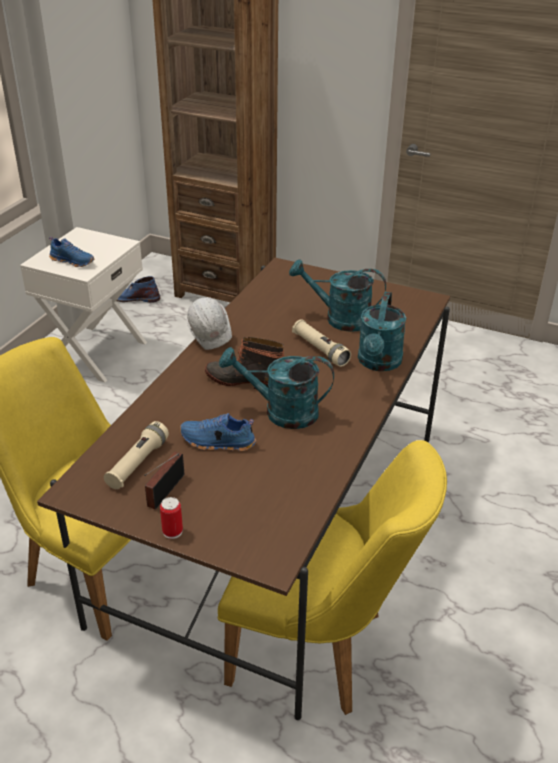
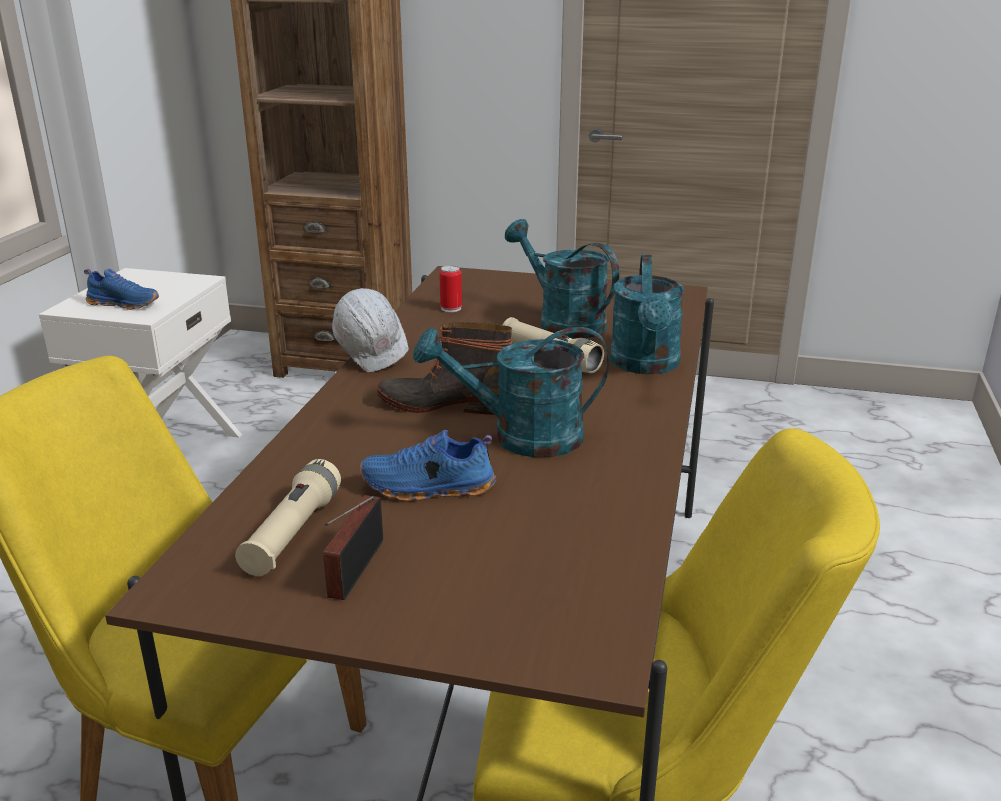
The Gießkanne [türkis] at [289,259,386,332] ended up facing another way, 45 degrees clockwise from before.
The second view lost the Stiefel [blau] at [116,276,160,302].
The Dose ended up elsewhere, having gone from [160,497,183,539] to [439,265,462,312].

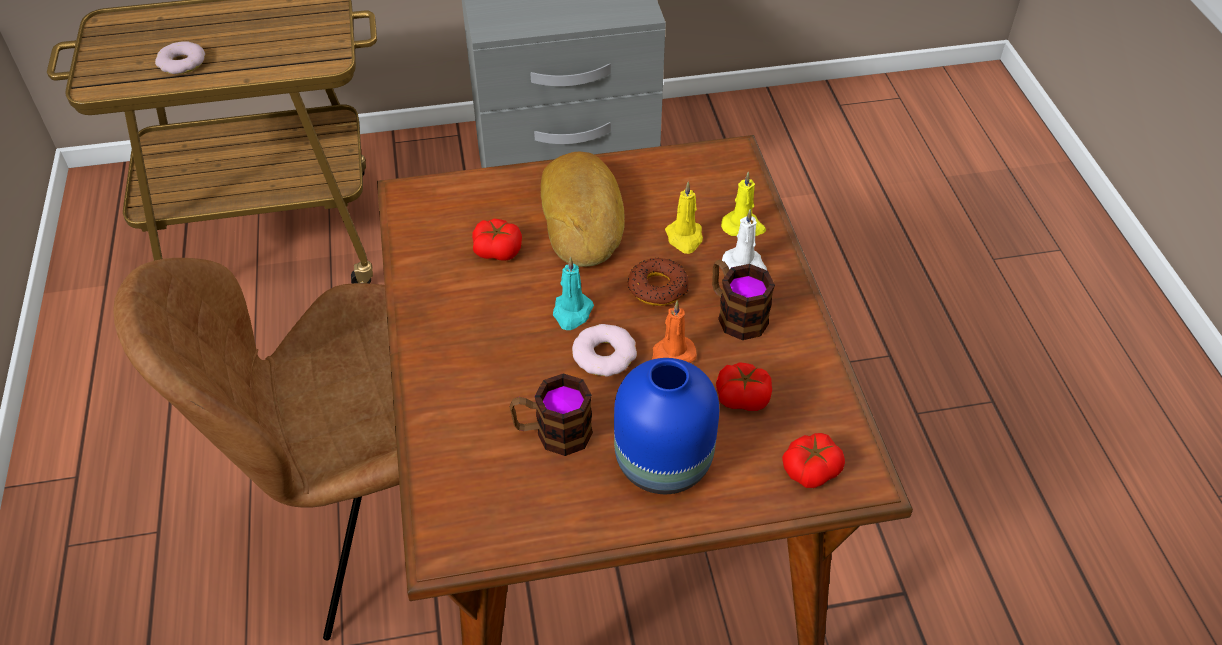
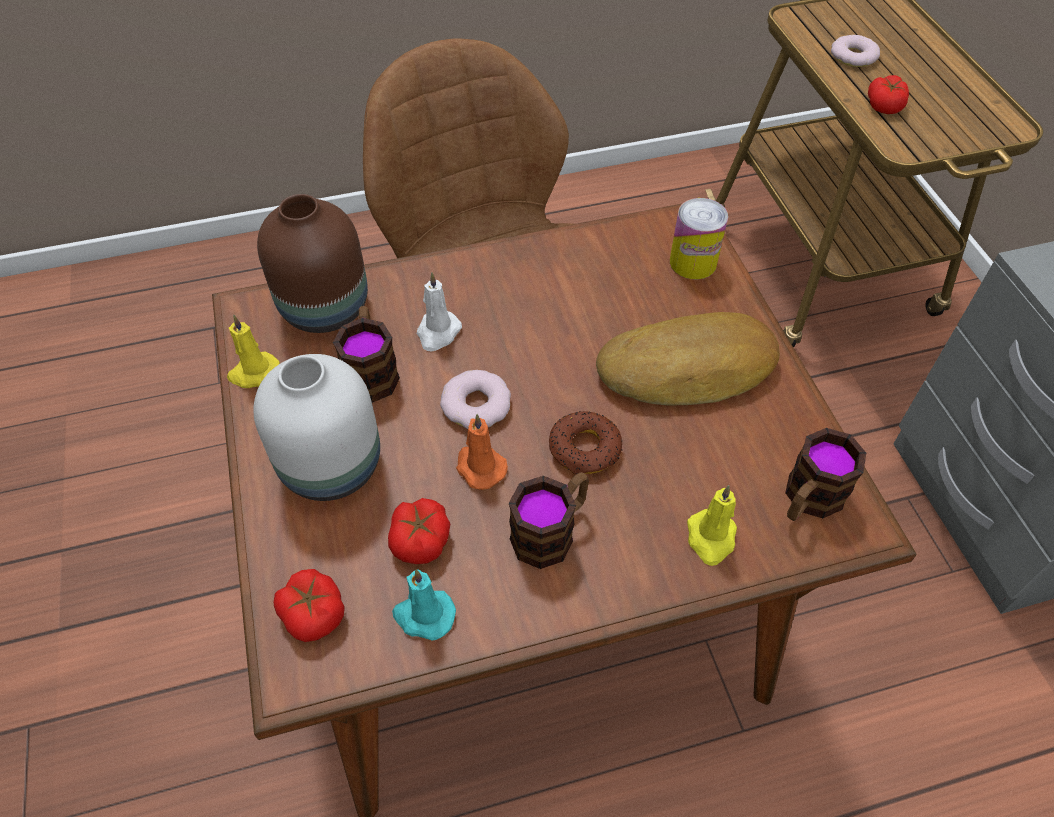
The Kerze [gelb] ended up elsewhere, having gone from [665,182,703,254] to [227,314,280,388].
The Kerze [weiß] ended up elsewhere, having gone from [722,209,767,270] to [417,272,462,351].
The Tomate ended up elsewhere, having gone from [472,219,522,260] to [868,75,909,114].
The Kerze [türkis] ended up elsewhere, having gone from [553,256,594,330] to [392,569,456,640].
What was the Vase [blau] at [614,358,719,494] turned into the Vase [weiß] at [253,354,380,501].
The second view gained the Vase [braun] at [257,194,368,333].
The second view gained the Dose at [670,198,728,279].
The second view gained the Henkelbecher at [785,428,866,521].

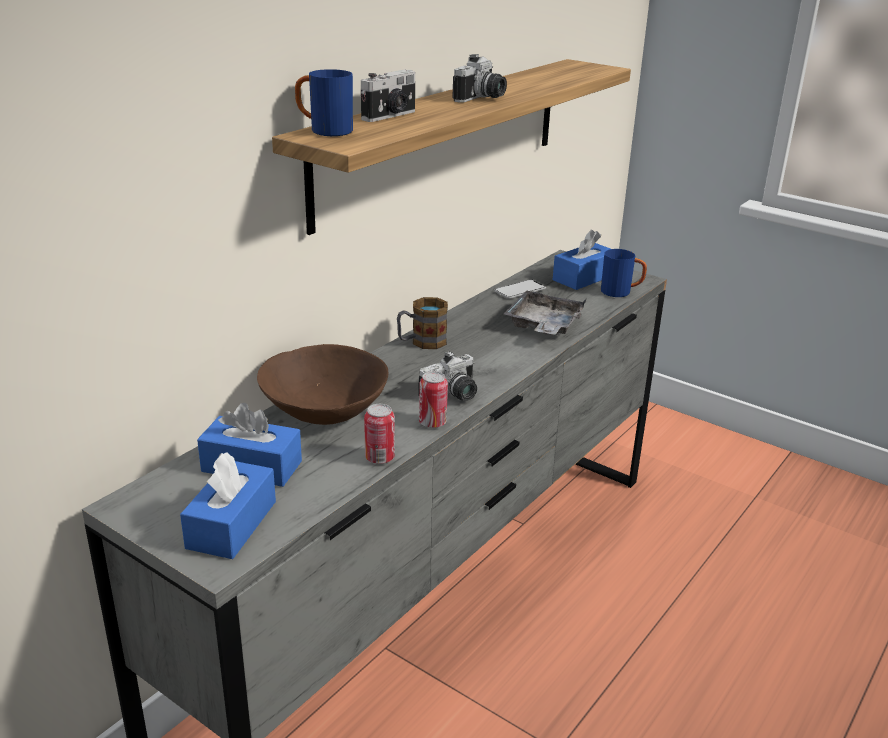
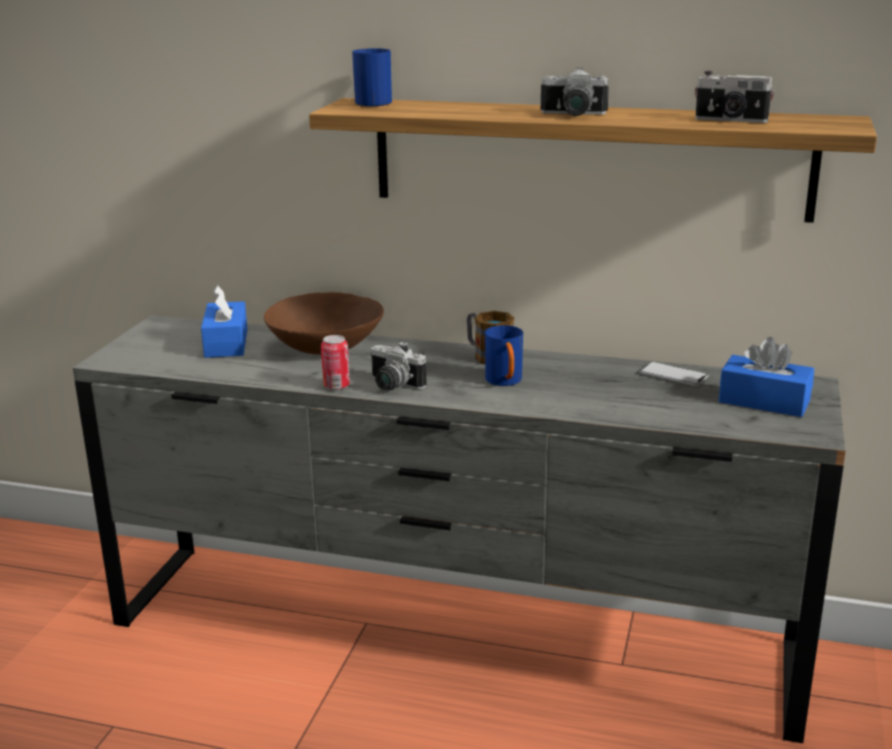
The Kamera ended up elsewhere, having gone from [361,69,415,122] to [695,71,774,123].
The Henkelbecher [blau] ended up elsewhere, having gone from [601,249,647,297] to [485,325,523,386].
The second view lost the Tablett [grau] at [504,290,587,335].
The second view lost the Dose at [364,404,395,464].
The second view lost the Taschentuchbox [blau] at [180,452,276,559].

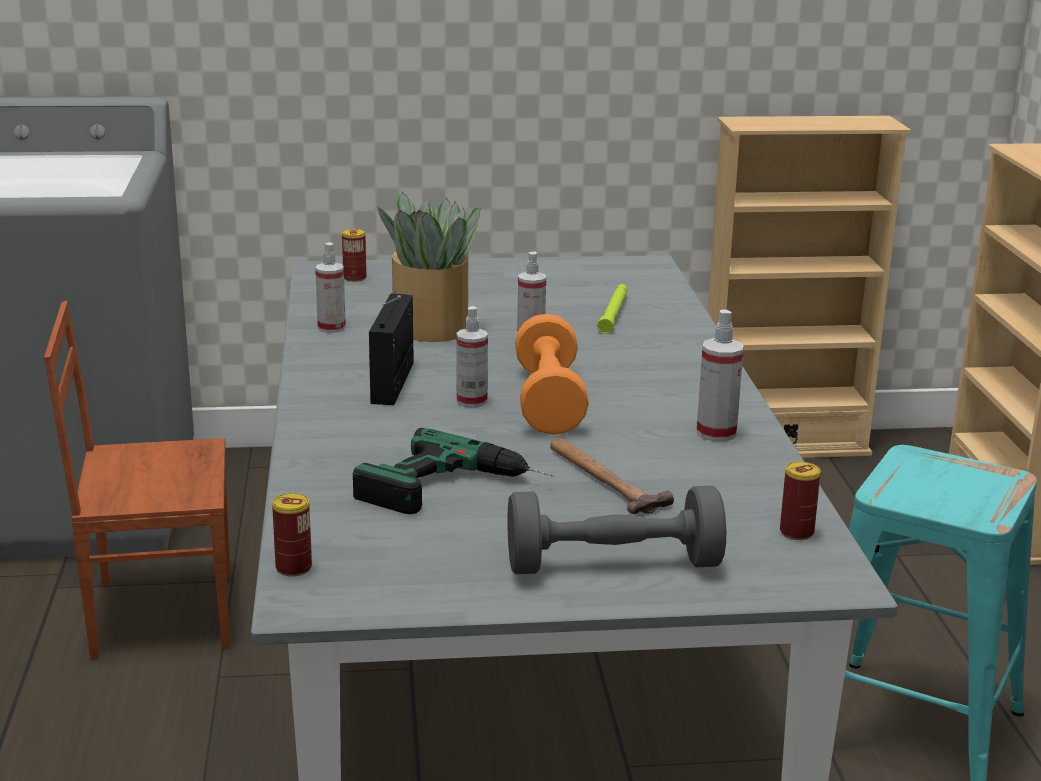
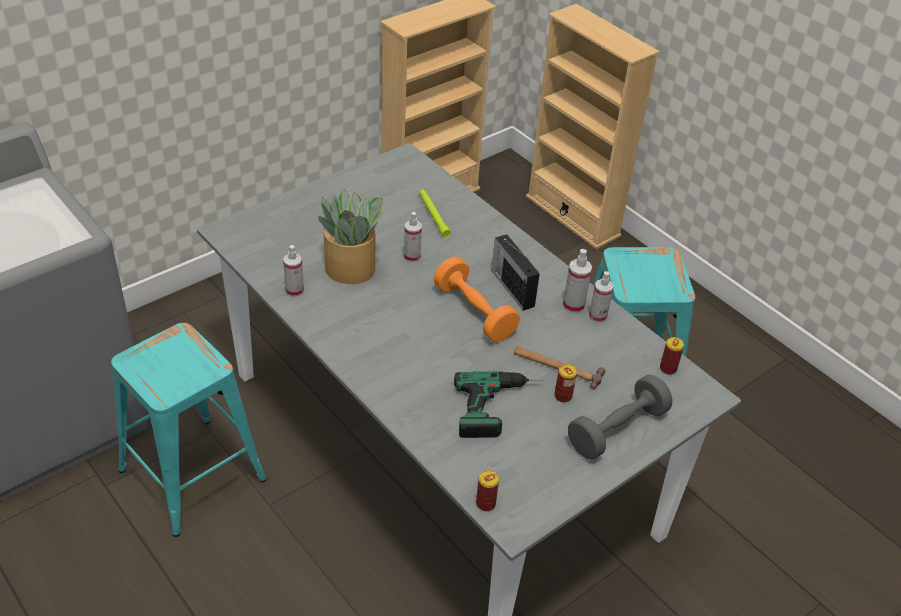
The Dose ended up elsewhere, having gone from [342,229,366,282] to [554,364,577,403].
The Radio ended up elsewhere, having gone from [369,294,414,405] to [492,234,540,311].
Where the Stuhl [braun] stood at [44,301,230,660], the Hocker [türkis] came to stand at [111,323,266,537].
The Sprühflasche ended up elsewhere, having gone from [456,306,488,408] to [589,271,614,323].

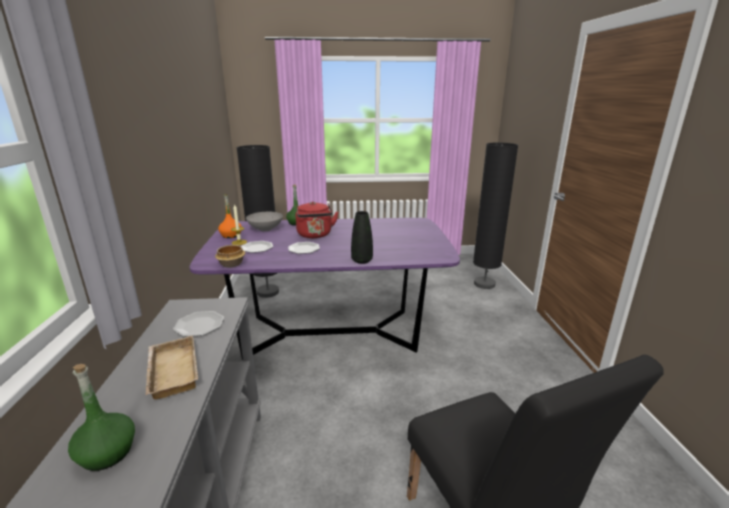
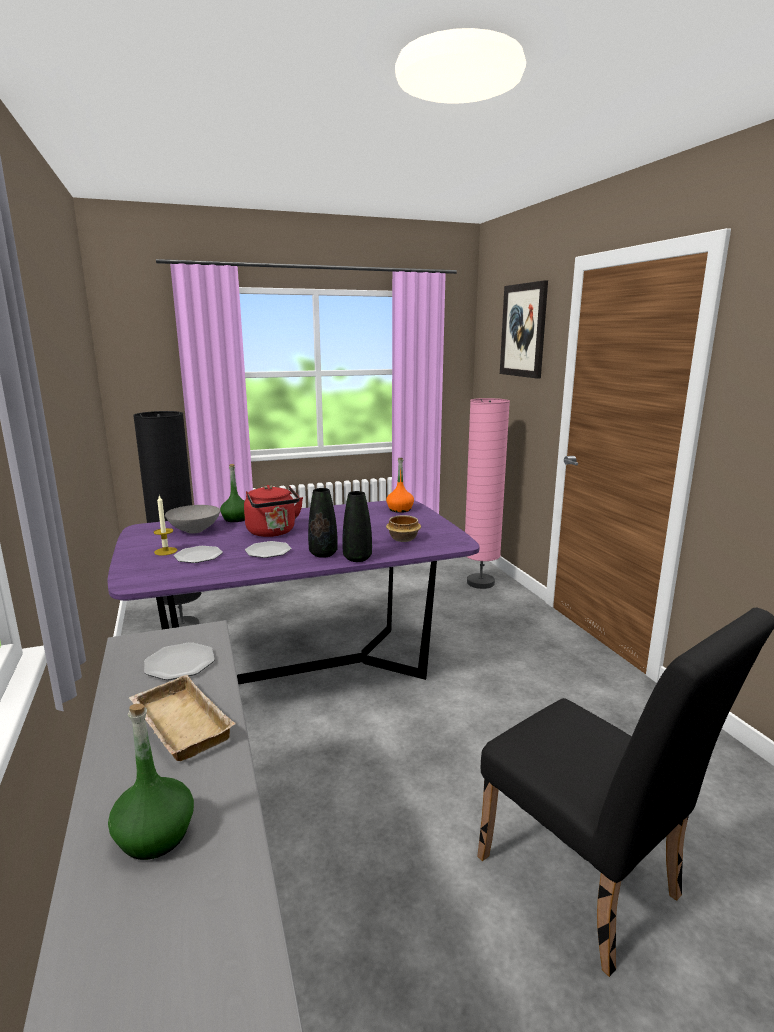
What was the Stehlampe [schwarz] at [473,143,518,289] turned into the Stehlampe [rosa] at [465,398,510,589].
The Flasche [orange] ended up elsewhere, having gone from [218,194,242,238] to [386,458,414,513].
The Schüssel ended up elsewhere, having gone from [215,245,245,268] to [386,515,421,542].
The second view gained the Bild at [500,280,548,379].
The second view gained the Vase [schwarz] at [308,488,338,558].

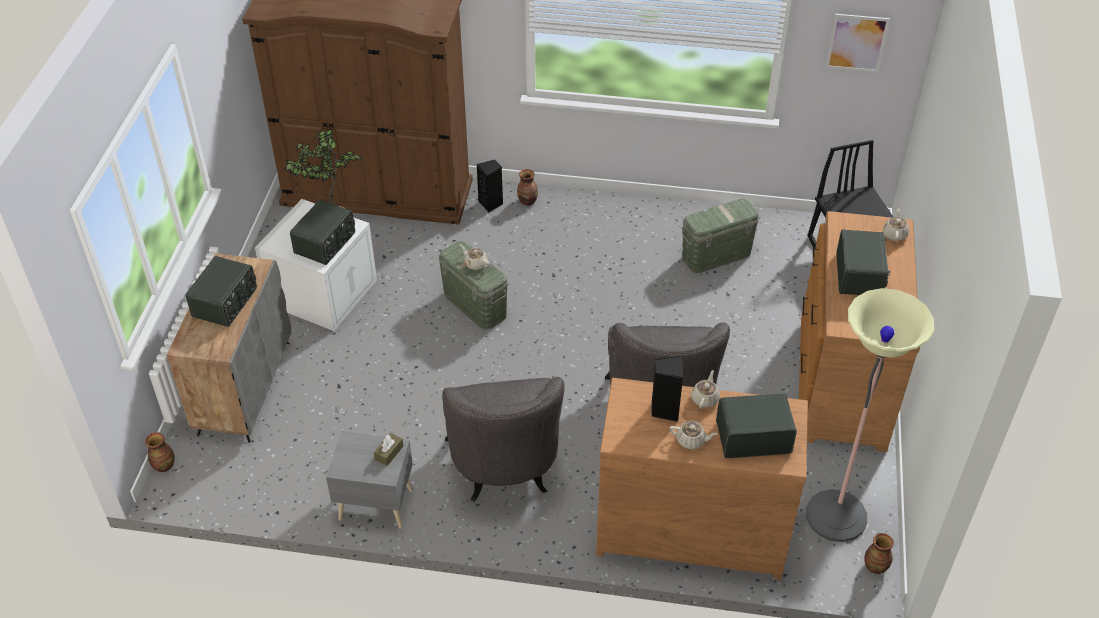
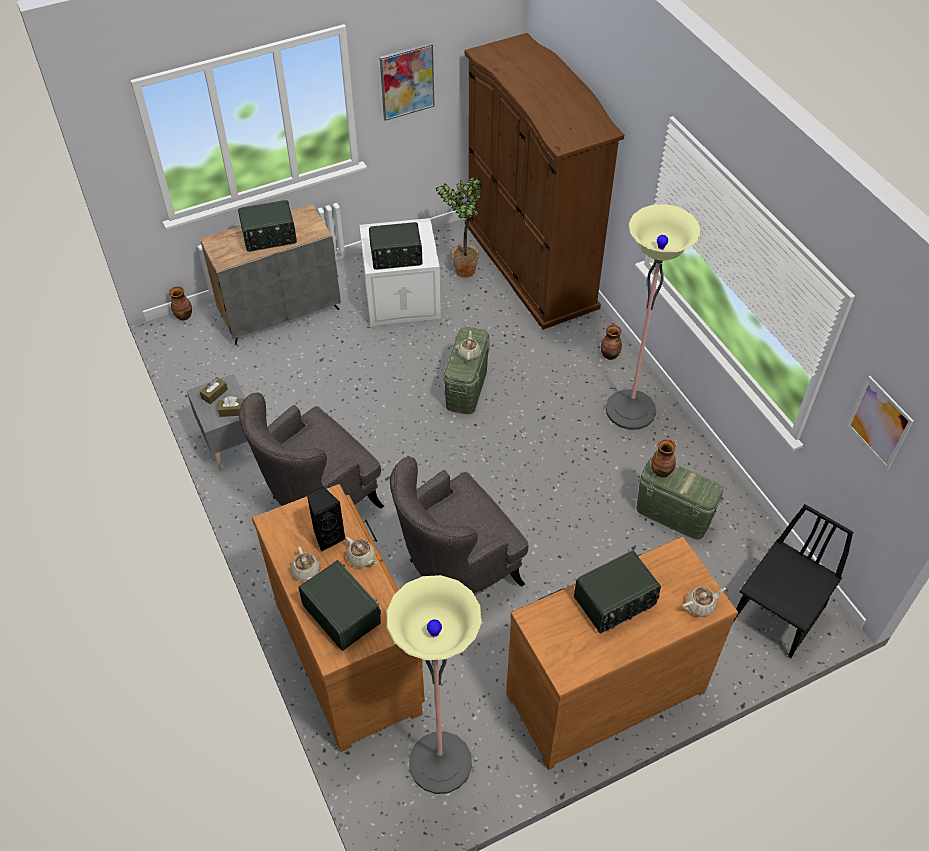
The second view lost the Lautsprecher [schwarz] at [476,160,503,213].
The Teekanne [beige] at [691,370,720,409] ended up facing another way, 60 degrees clockwise from before.
The Vase ended up elsewhere, having gone from [864,533,894,574] to [651,439,676,477].
The second view gained the Bild at [380,43,434,121].
The second view gained the Stehlampe at [606,204,701,430].
The second view gained the Taschentuchbox [braun] at [199,377,228,404].

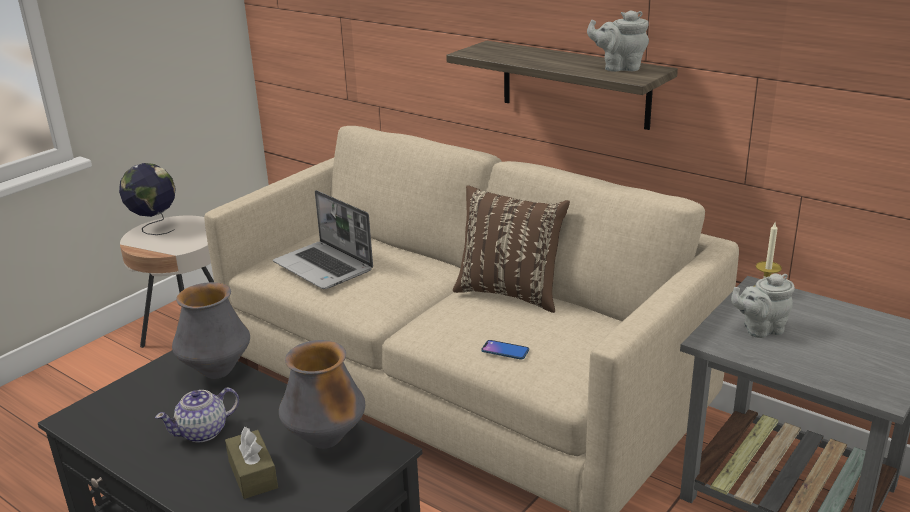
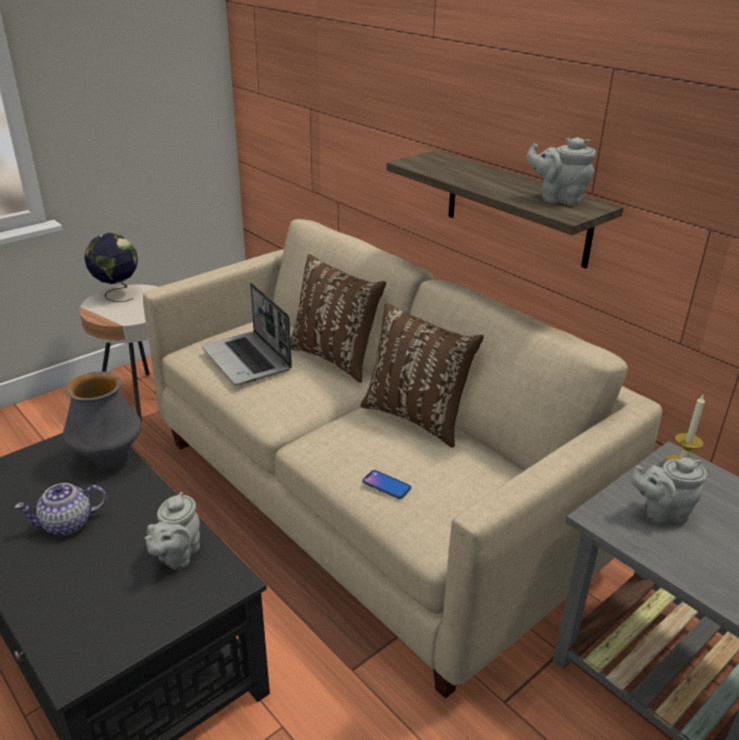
Where the Vase stood at [279,340,365,449], the Teekanne [grau] came to stand at [145,492,200,570].
The second view lost the Taschentuchbox [braun] at [225,427,278,499].
The second view gained the Kissen [braun] at [291,254,386,383].

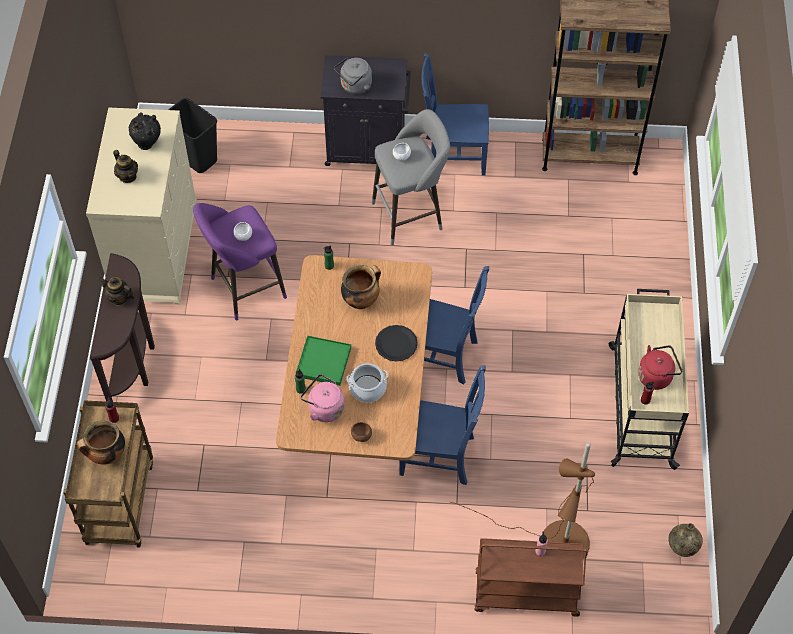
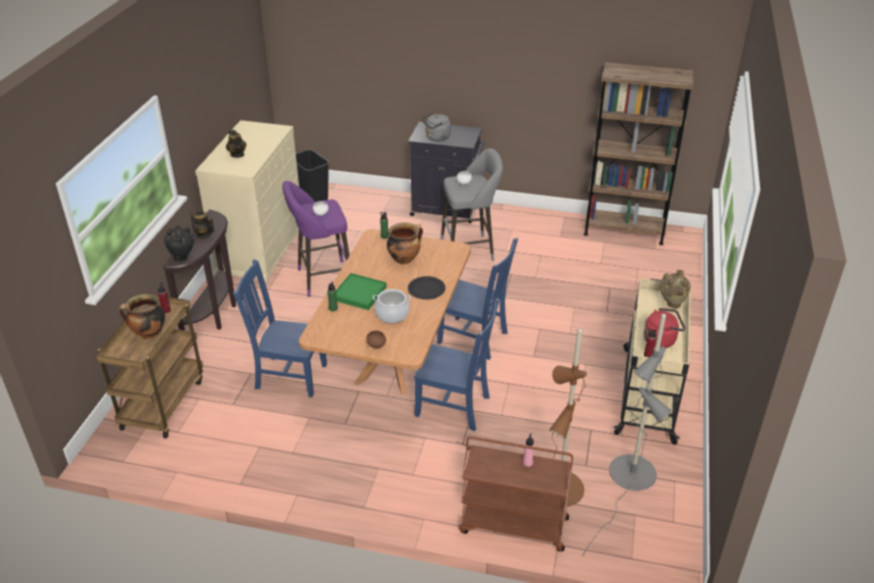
The Stuhl [blau] ended up elsewhere, having gone from [421,53,489,176] to [233,259,327,397].
The Vase [schwarz] ended up elsewhere, having gone from [129,113,161,150] to [164,225,194,262].
The second view lost the Wasserkessel [rosa] at [301,374,345,422].
The Vase [beige] ended up elsewhere, having gone from [669,523,703,557] to [660,270,691,309].
The second view gained the Stehlampe [grau] at [582,314,671,557].

